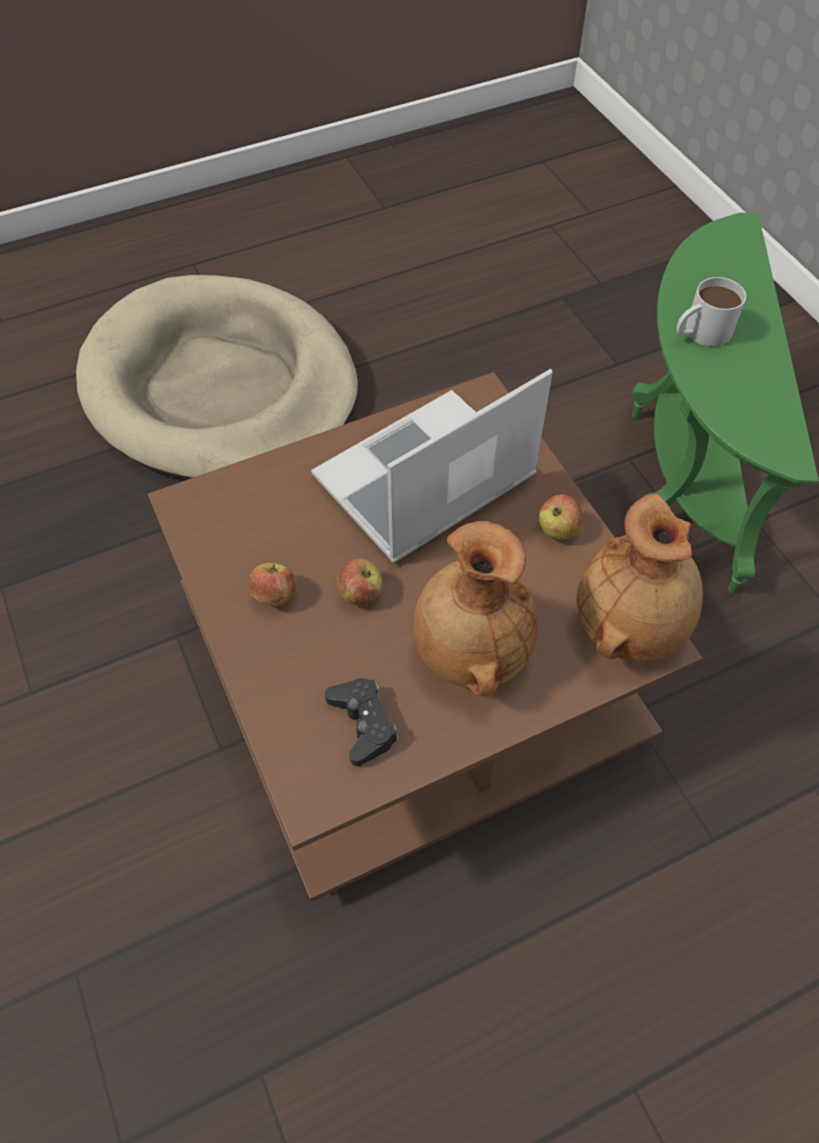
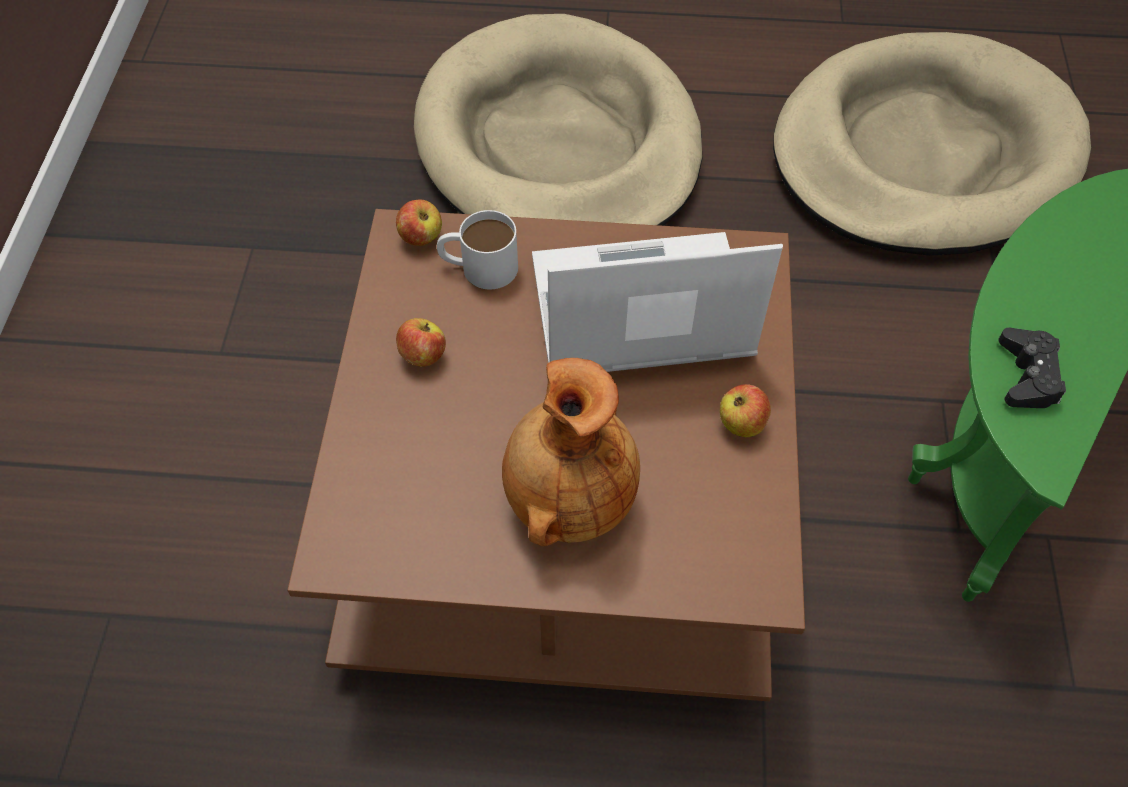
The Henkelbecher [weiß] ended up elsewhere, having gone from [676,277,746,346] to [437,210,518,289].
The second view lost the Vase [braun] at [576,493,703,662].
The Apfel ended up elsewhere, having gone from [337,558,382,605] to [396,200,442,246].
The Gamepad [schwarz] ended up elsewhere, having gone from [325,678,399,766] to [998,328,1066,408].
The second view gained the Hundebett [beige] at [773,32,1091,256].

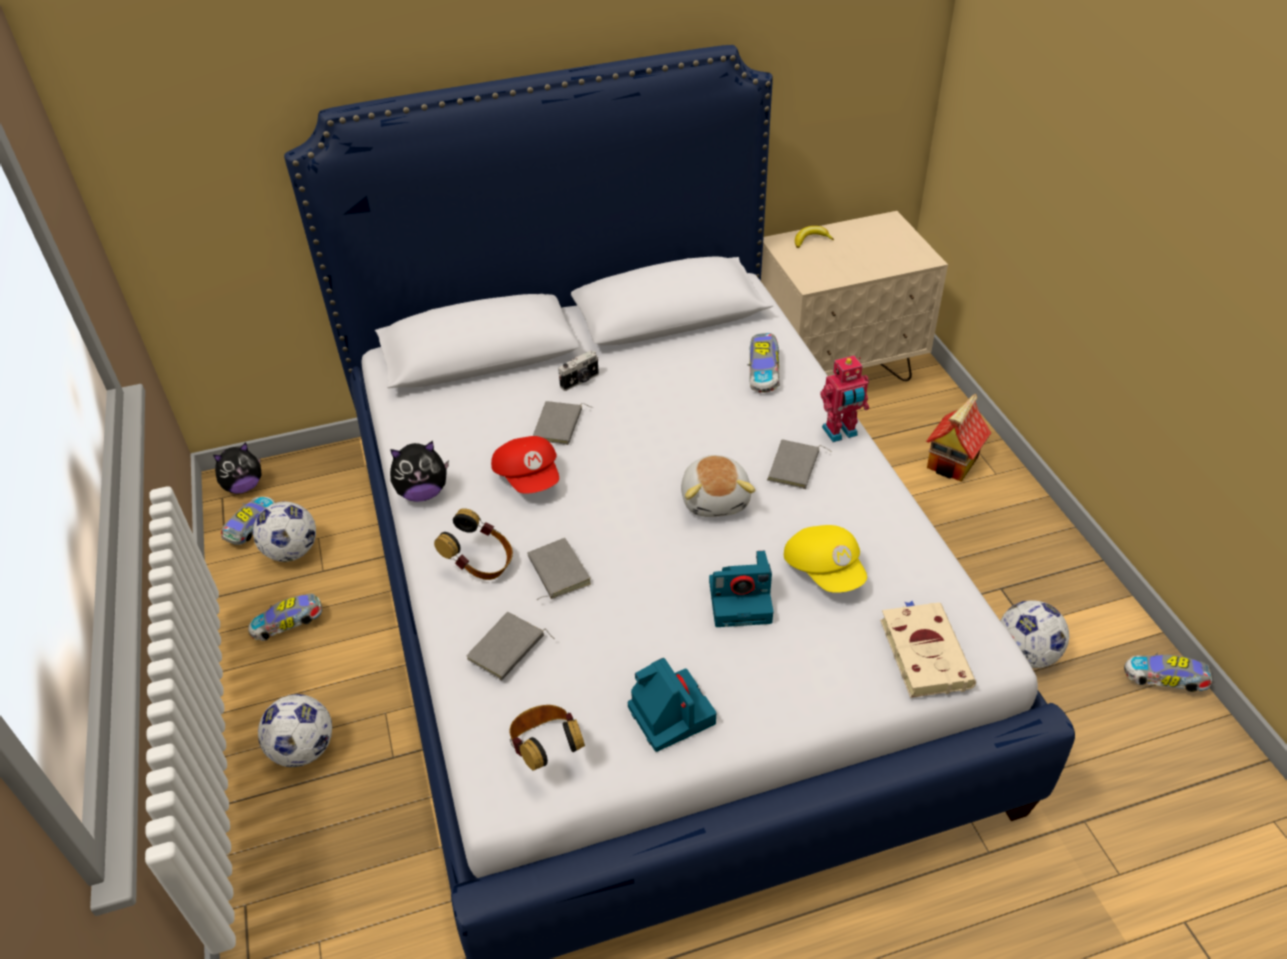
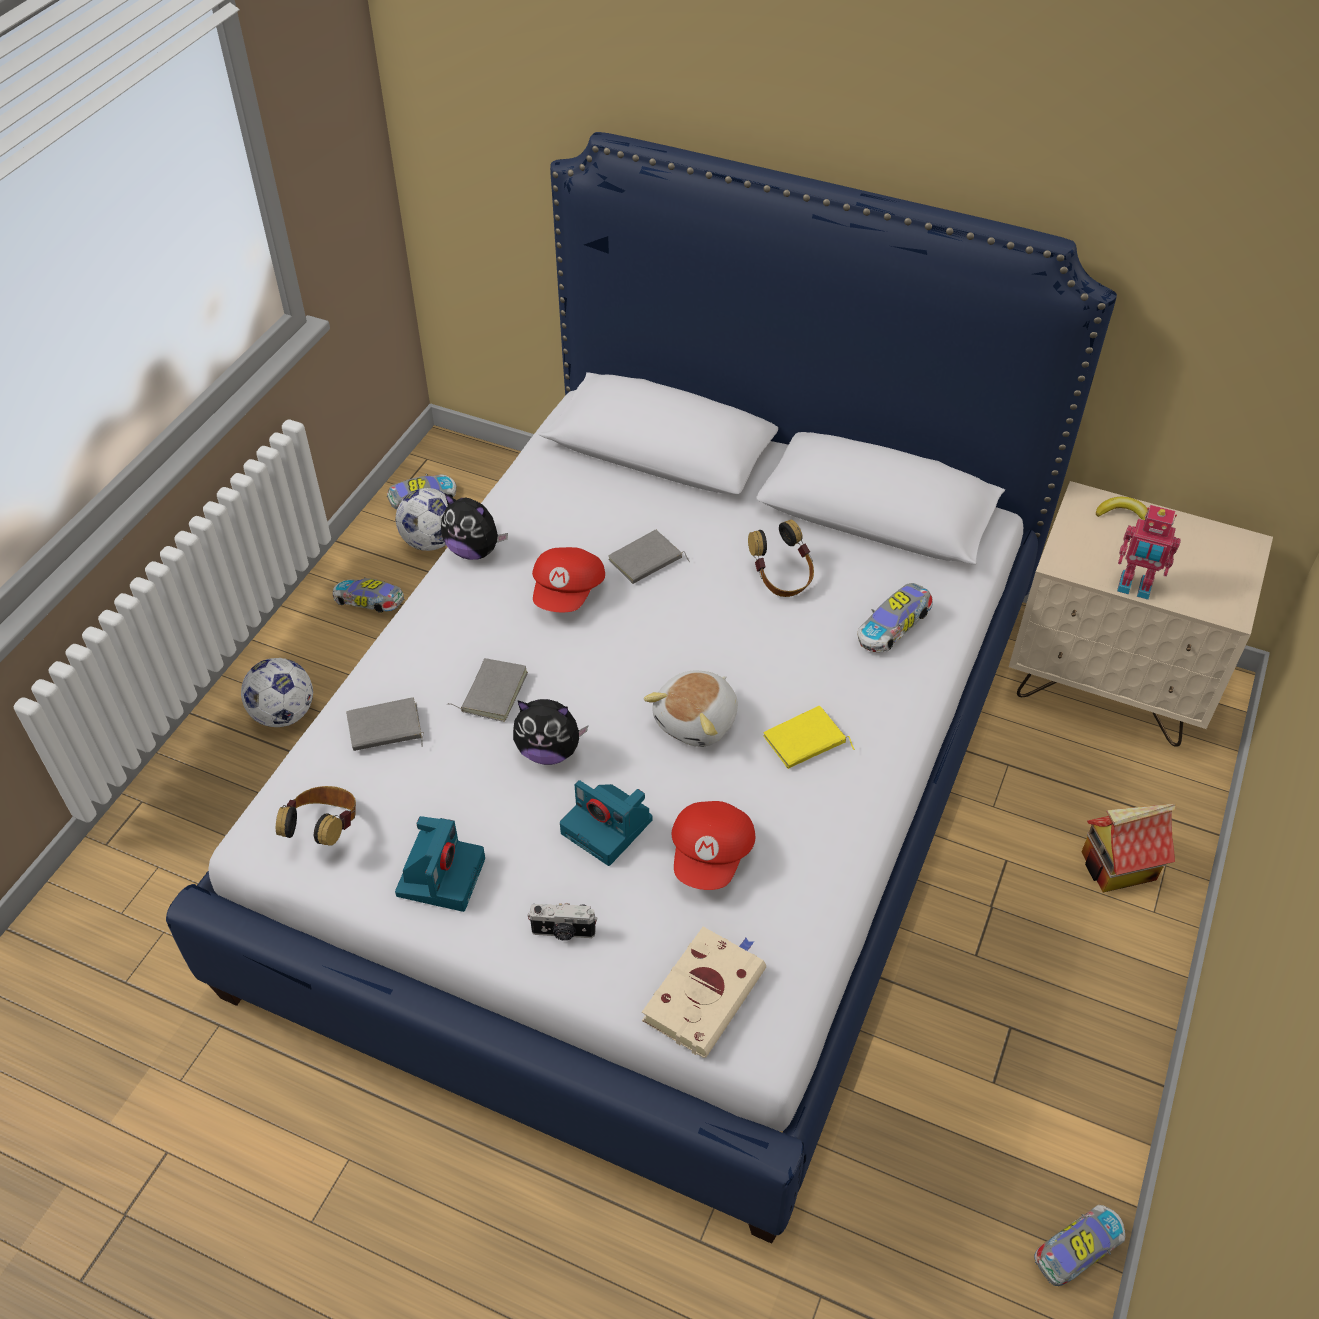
The Kamera ended up elsewhere, having gone from [558,350,599,391] to [528,903,597,941].
The Spielzeugroboter ended up elsewhere, having gone from [820,356,869,442] to [1117,505,1181,600].
What was the Buch [grau] at [767,440,832,489] turned into the Buch [gelb] at [763,706,855,769].
The Plüschtier ended up elsewhere, having gone from [213,442,262,494] to [513,699,588,765].
The Kopfhörer ended up elsewhere, having gone from [434,508,513,580] to [748,520,814,597].
What was the Kappe [gelb] at [784,525,867,593] turned into the Kappe [rot] at [672,801,755,890].
The second view lost the Fußball at [1001,600,1069,668].
The Spielzeugauto at [1124,653,1212,692] ended up facing another way, 90 degrees clockwise from before.

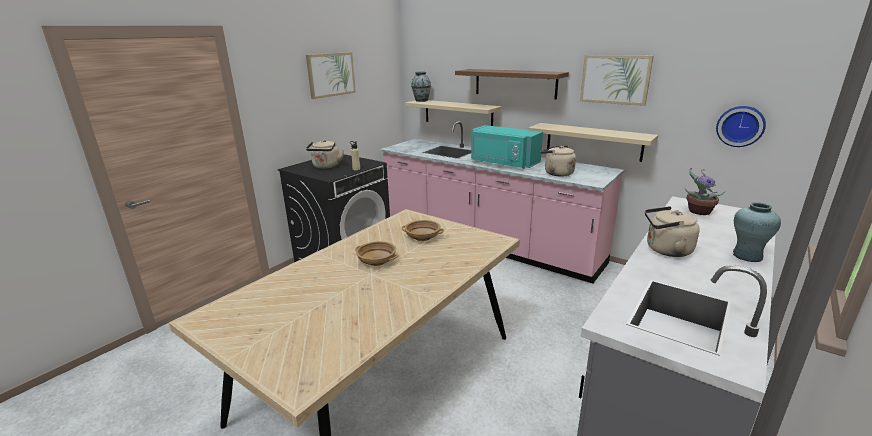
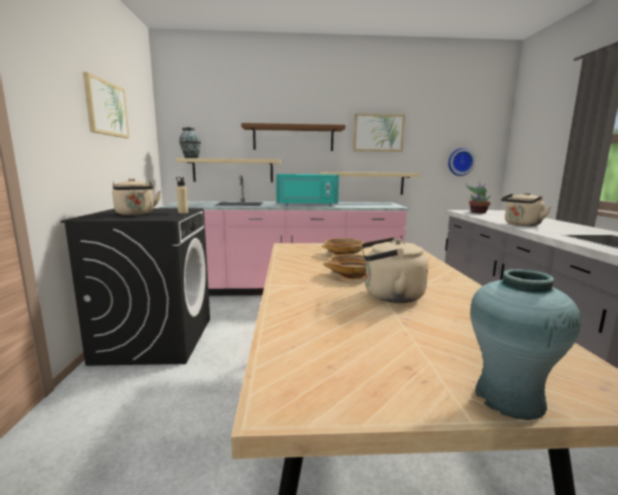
The Wasserkessel [beige] ended up elsewhere, having gone from [540,145,576,177] to [361,238,428,303].
The Vase [türkis] ended up elsewhere, having gone from [733,202,781,262] to [470,269,581,420].

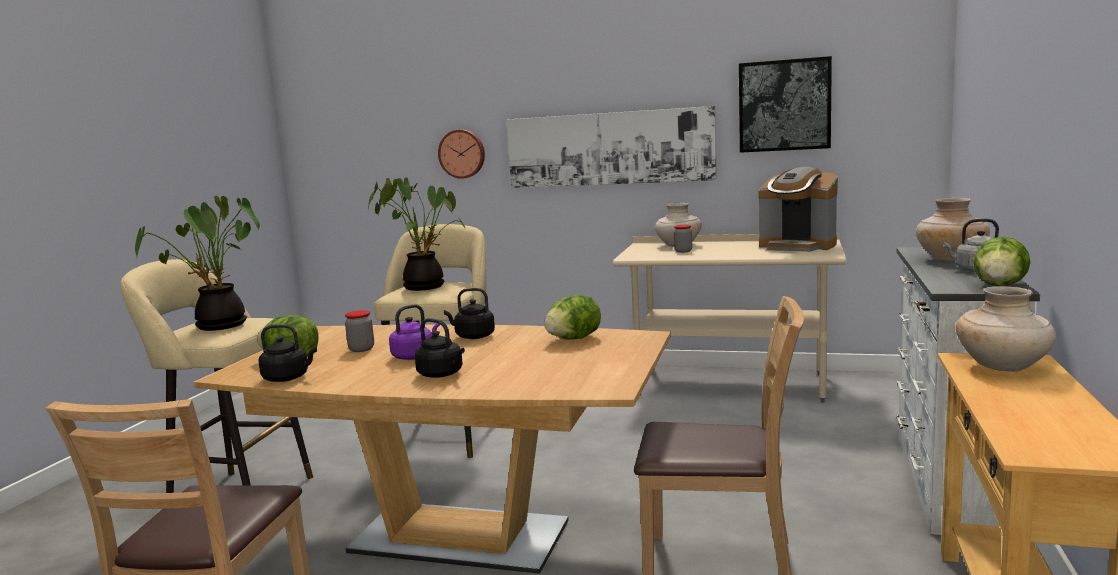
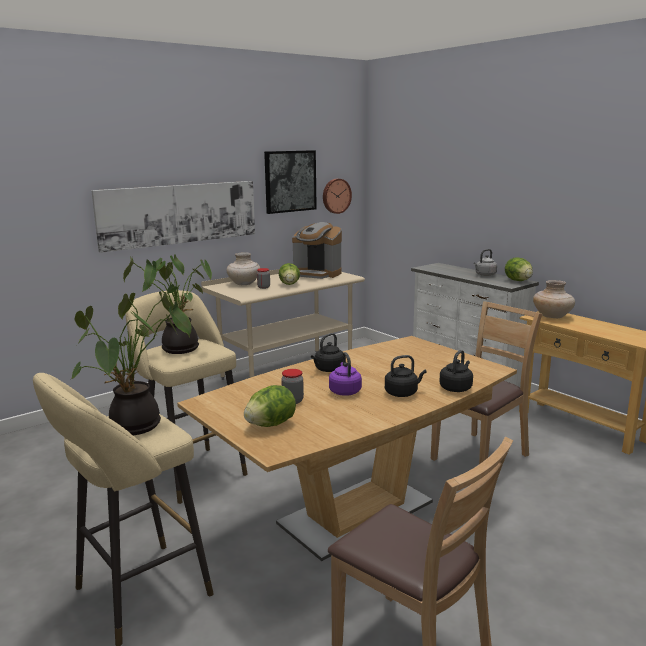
The Wanduhr ended up elsewhere, having gone from [438,130,485,179] to [323,179,352,214].
The Kaffeemaschine at [758,167,838,252] ended up facing another way, 45 degrees clockwise from before.
The second view lost the Vase [beige] at [916,198,990,260].
The Salatkopf ended up elsewhere, having gone from [544,295,601,340] to [279,263,300,285].
The Wasserkessel [schwarz] ended up elsewhere, having gone from [258,324,317,382] to [439,350,473,392].

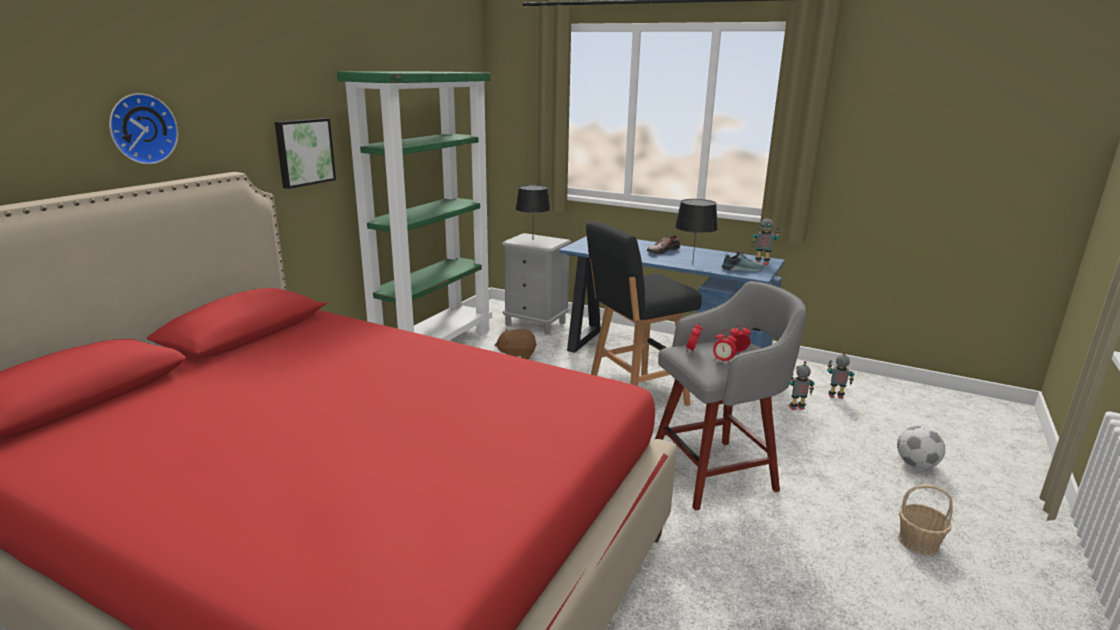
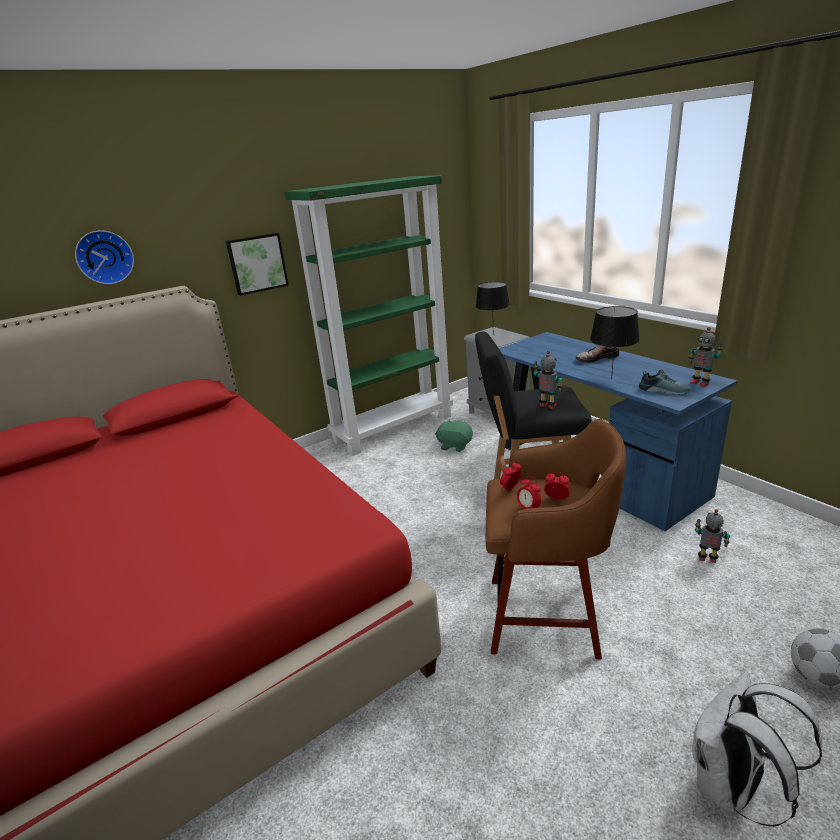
What was the Hocker [grau] at [655,281,806,511] turned into the Hocker [braun] at [485,419,626,659].
What was the Plüschtier [braun] at [495,329,537,359] turned into the Plüschtier [grün] at [435,420,473,452].
The Spielzeugroboter ended up elsewhere, having gone from [827,351,854,399] to [533,351,563,409].
Where the Korb stood at [898,484,953,556], the Rucksack [weiß] came to stand at [692,671,822,827].

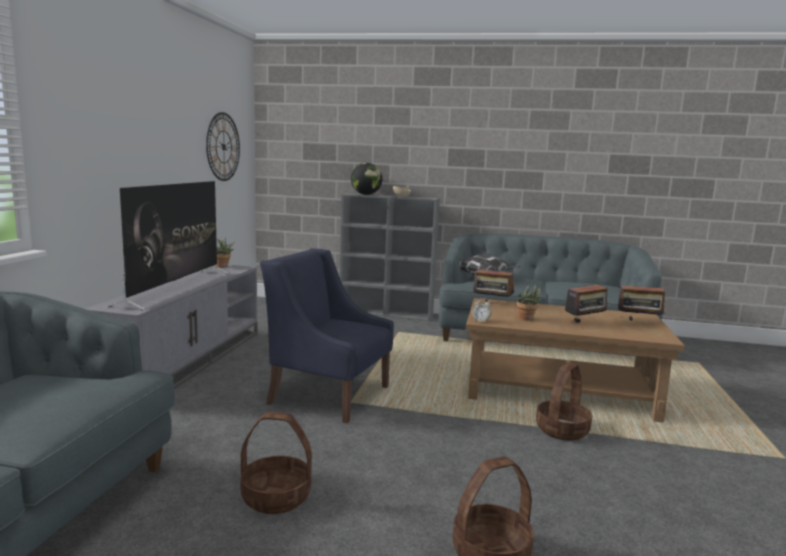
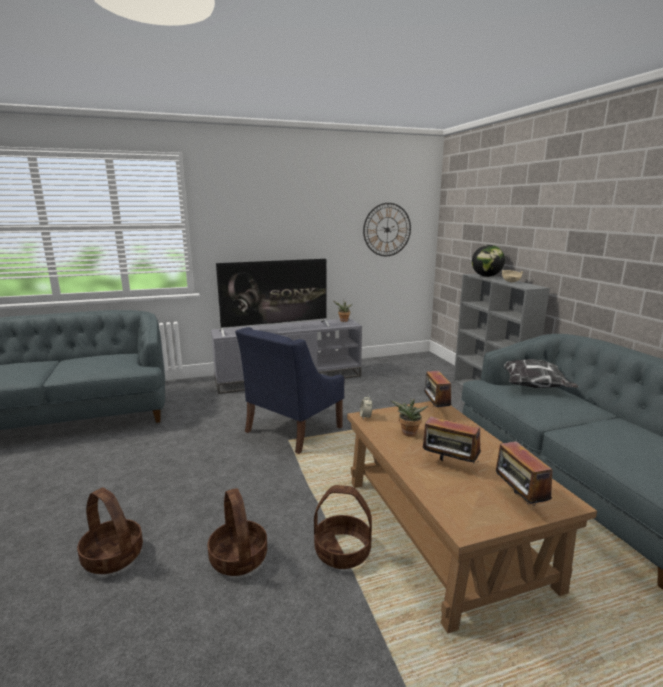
The Sessel [blau] at [260,248,394,423] ended up facing another way, 135 degrees counterclockwise from before.
The Korb ended up elsewhere, having gone from [240,412,312,514] to [207,488,267,576].

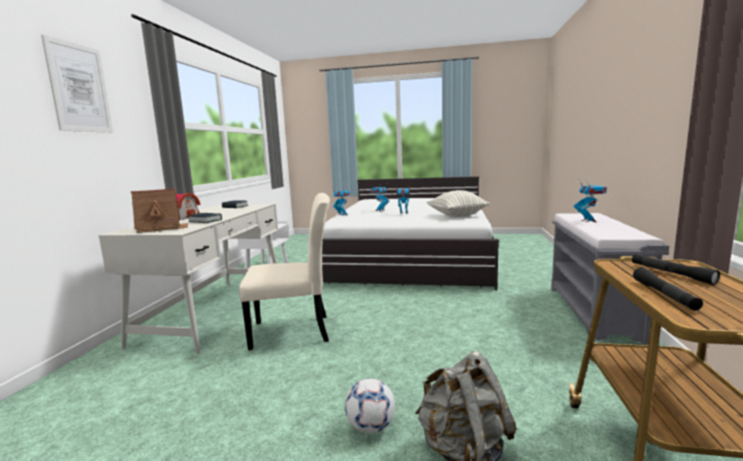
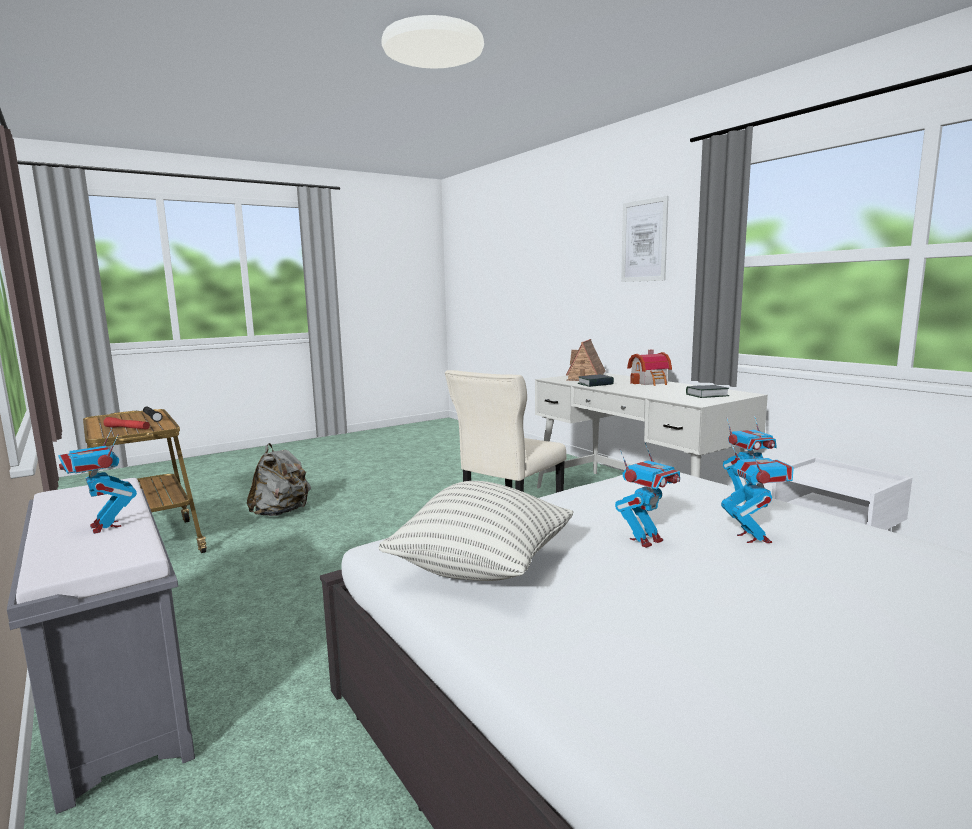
What was the Taschenlampe [schwarz] at [632,254,720,285] turned into the Taschenlampe [rot] at [103,417,150,429].
The second view lost the Fußball at [345,378,395,434].

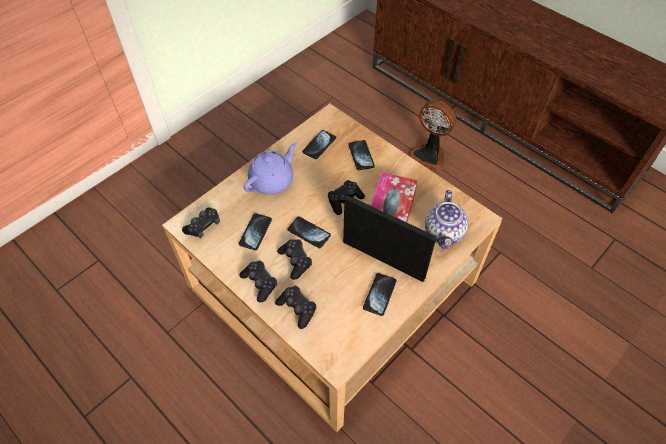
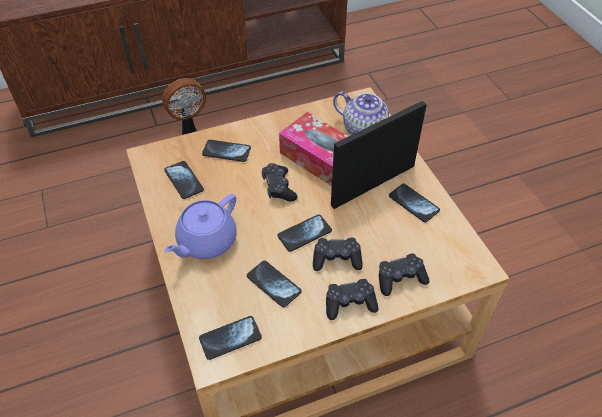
The Teekanne [lila] at [244,142,297,195] ended up facing another way, 120 degrees counterclockwise from before.
Where the Gamepad [schwarz] stood at [182,208,220,238], the Handy came to stand at [199,316,262,360].

